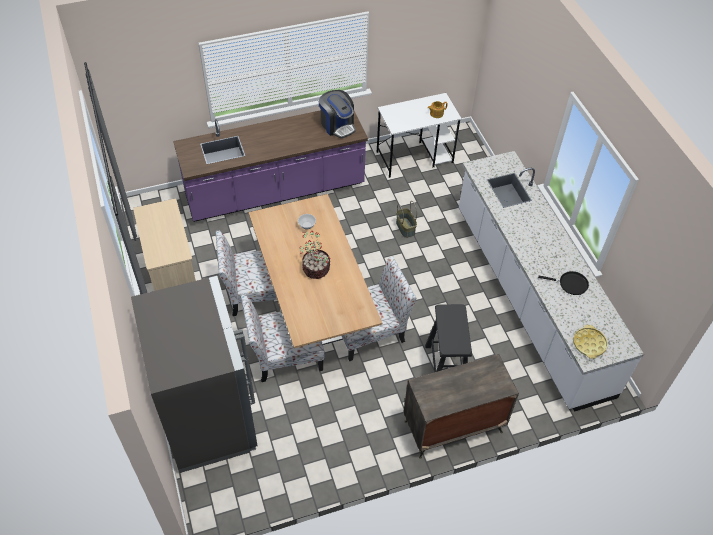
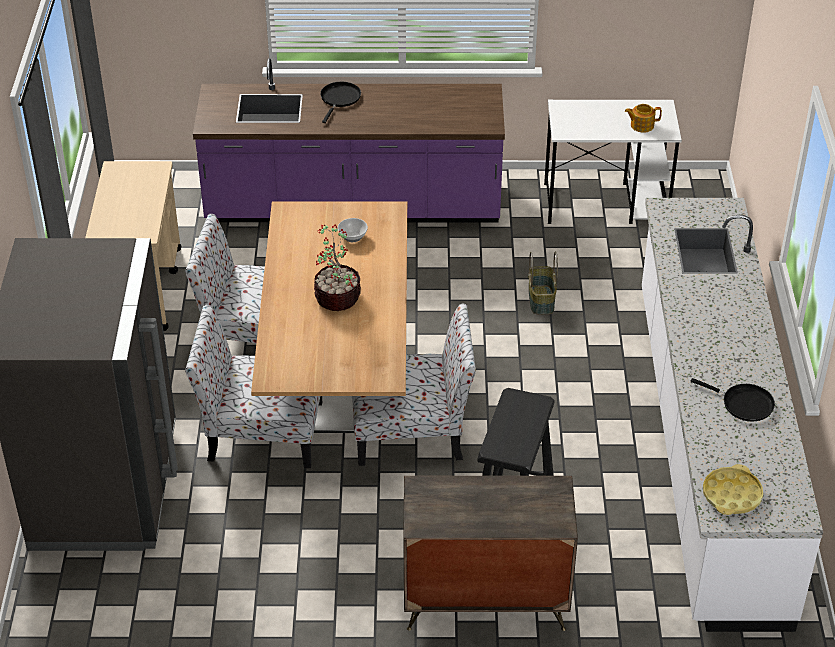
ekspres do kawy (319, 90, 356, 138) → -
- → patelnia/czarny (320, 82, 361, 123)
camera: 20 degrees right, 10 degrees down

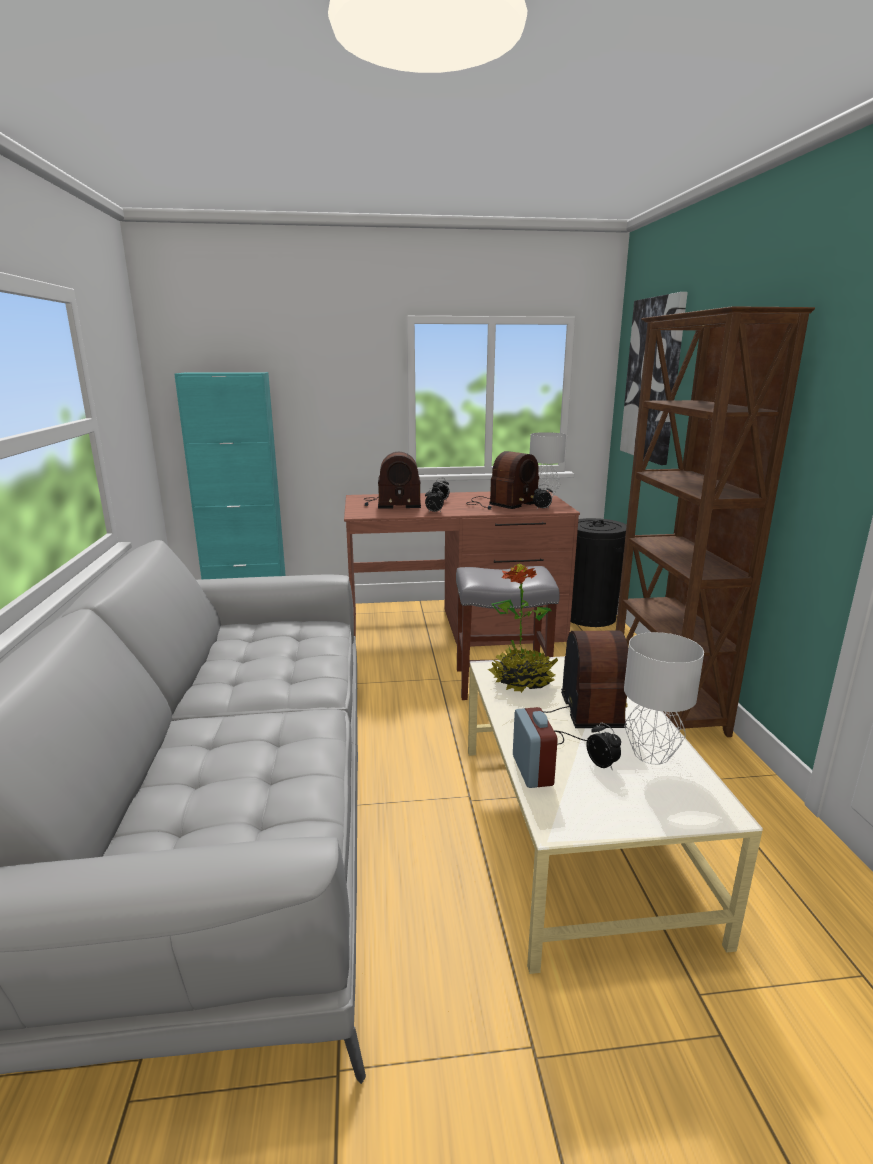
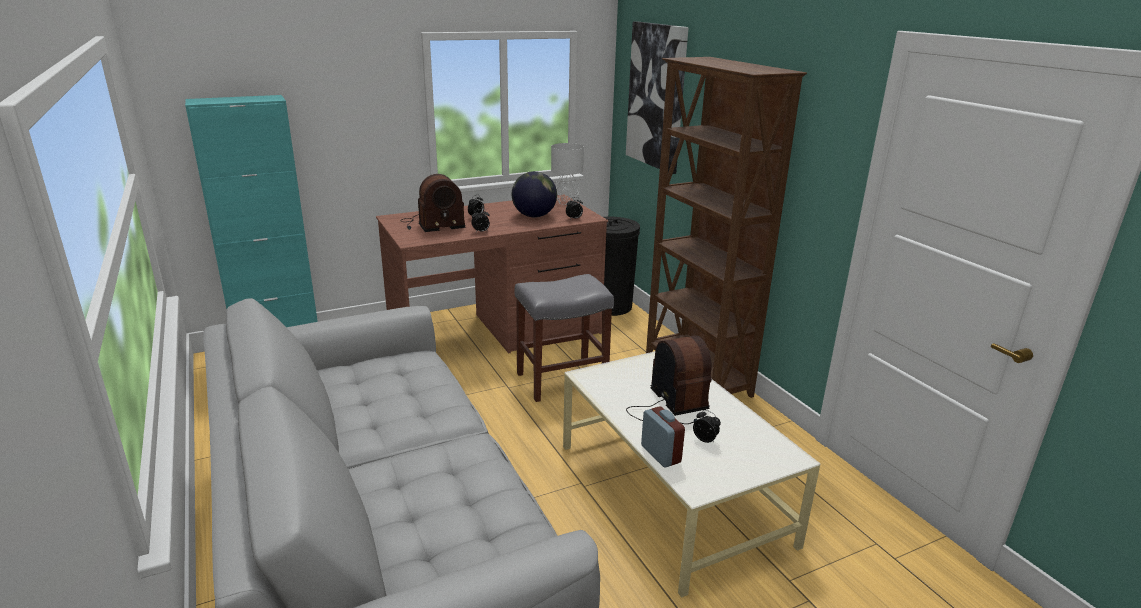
roślina doniczkowa (488, 564, 558, 693) → -
lampa stołowa/szary (624, 632, 704, 765) → -
radio (466, 451, 539, 510) → globus (512, 171, 557, 217)
camera: 20 degrees left, 5 degrees up

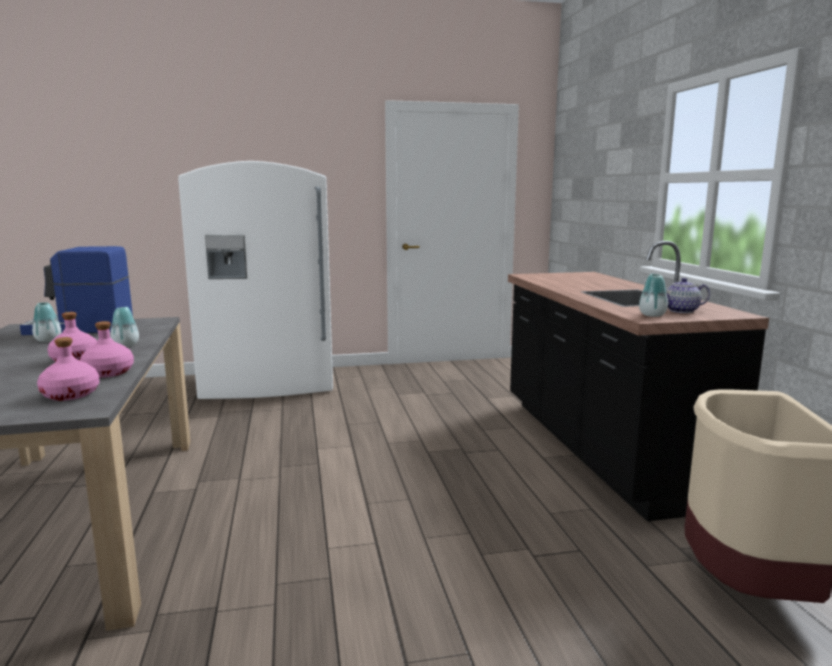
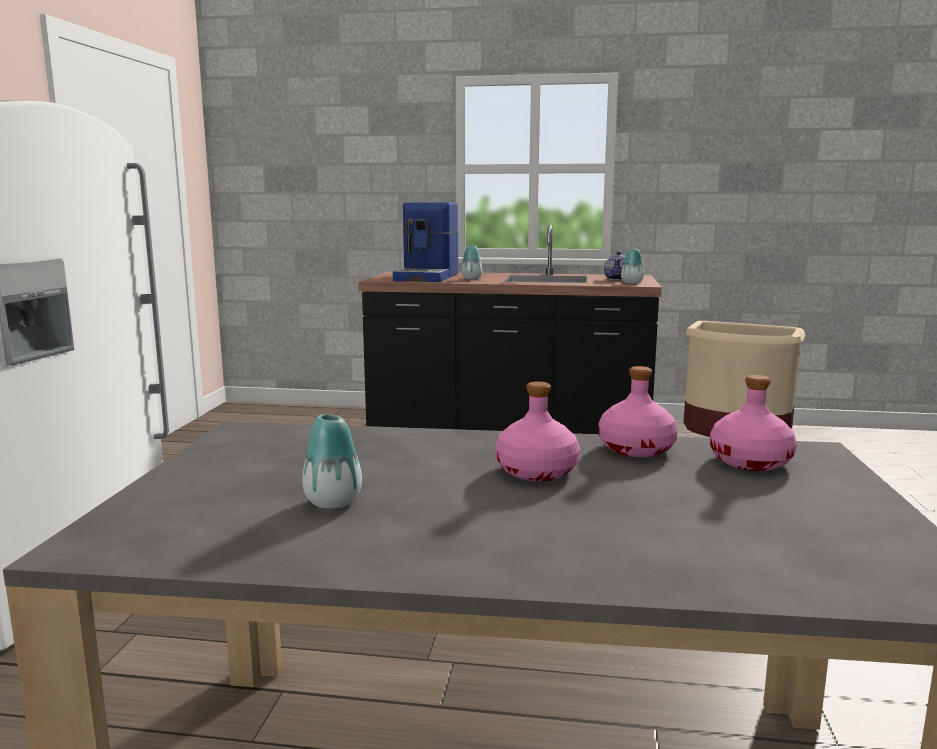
ekspres do kawy (20, 246, 133, 335) → ekspres do kawy (393, 203, 459, 282), shifted
wazon (111, 307, 139, 347) → wazon (461, 246, 482, 279), shifted
camera: 70 degrees left, 0 degrees up

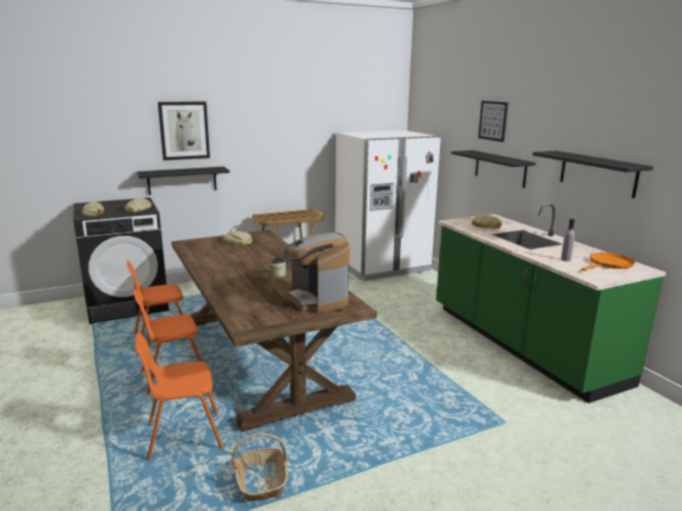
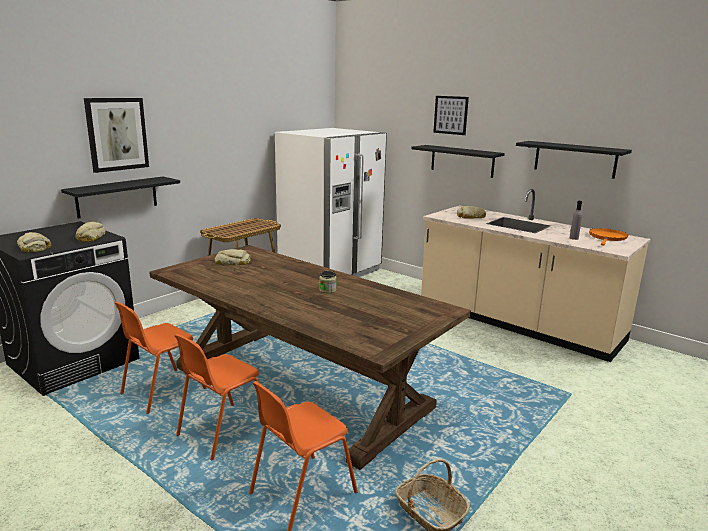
ekspres do kawy (283, 232, 350, 313) → -
zabudowa kuchenna/zielony (436, 203, 666, 403) → zabudowa kuchenna/beżowy (421, 189, 651, 362)
camera: 25 degrees left, 0 degrees up

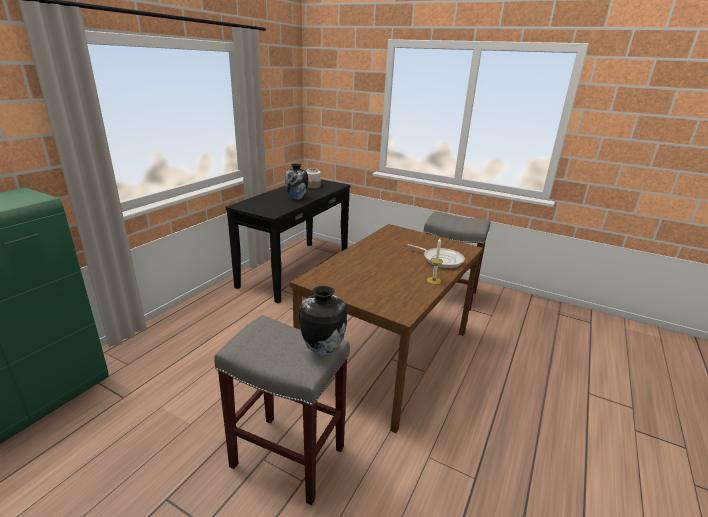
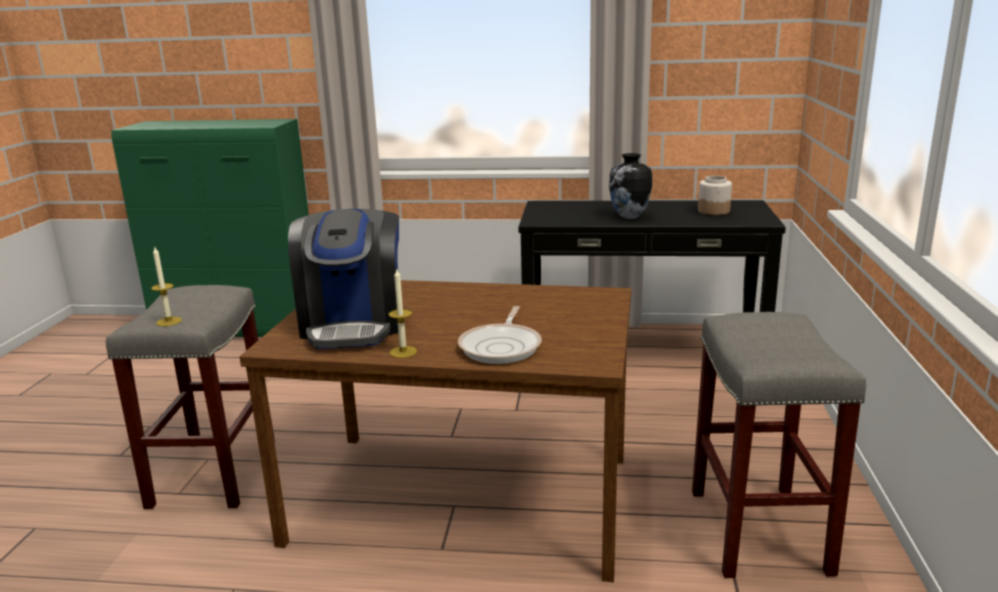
- → ekspres do kawy (288, 209, 399, 349)
wazon (299, 286, 347, 356) → świeca (151, 247, 182, 326)
camera: 70 degrees right, 5 degrees down

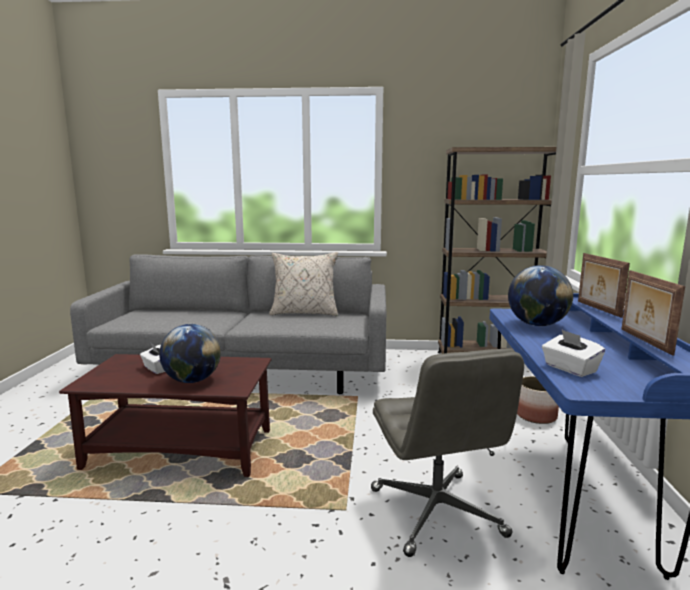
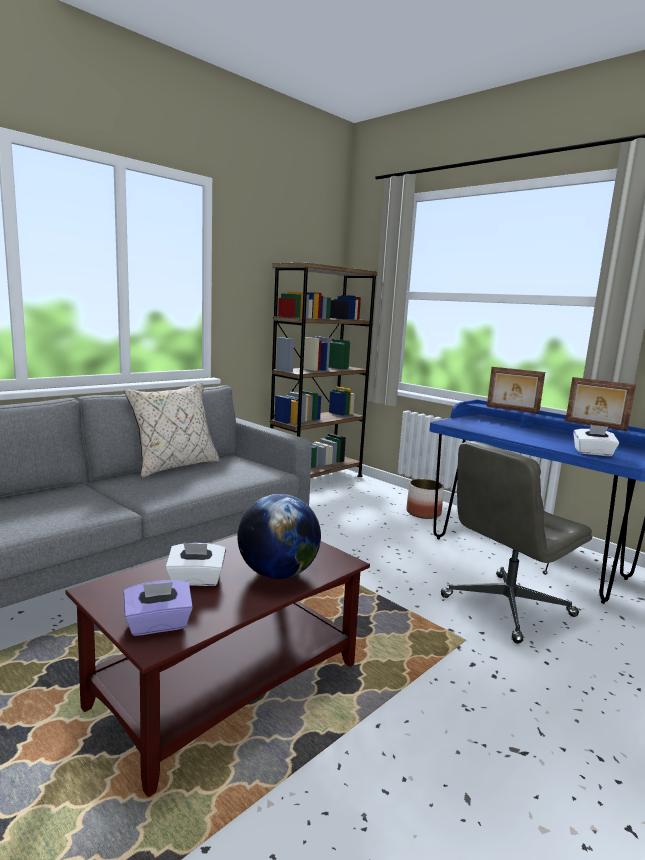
globus (508, 265, 573, 326) → -
- → pudełko chusteczek/fioletowy (124, 580, 193, 636)
krzesło biurowe/szary (371, 349, 524, 557) → krzesło biurowe/szary (441, 441, 592, 644), 120 degrees clockwise
camera: 50 degrees left, 0 degrees up

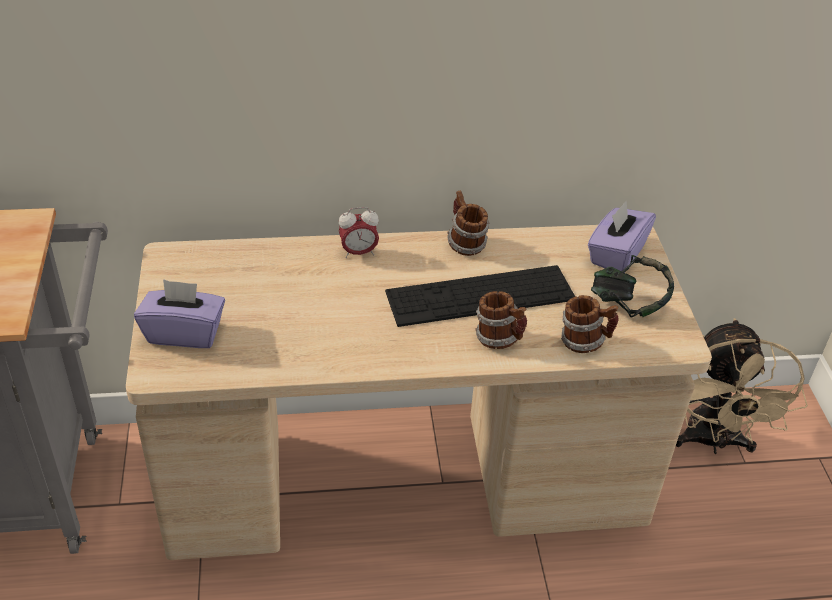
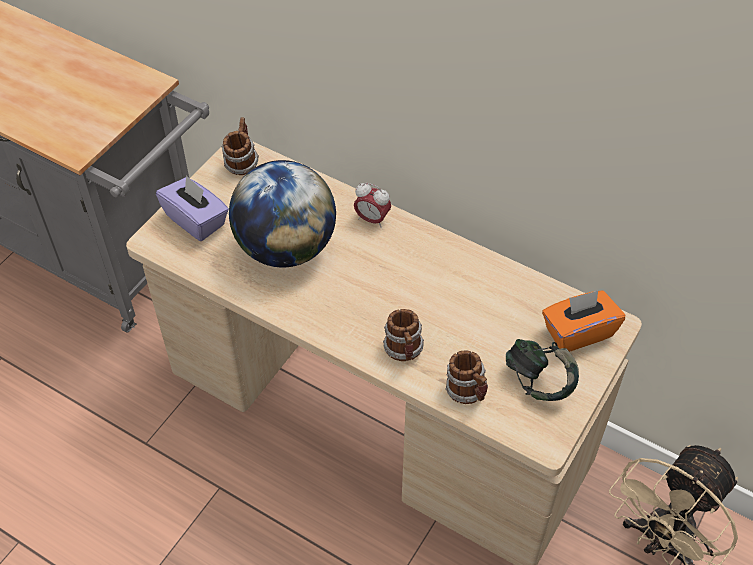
klawiatura (385, 265, 575, 327) → -
- → globus (229, 160, 336, 268)
kubek (447, 191, 490, 256) → kubek (221, 117, 259, 175), shifted
pudełko chusteczek/fioletowy (588, 201, 656, 273) → pudełko chusteczek/pomarańczowy (542, 290, 625, 352)
camera: 40 degrees right, 10 degrees up

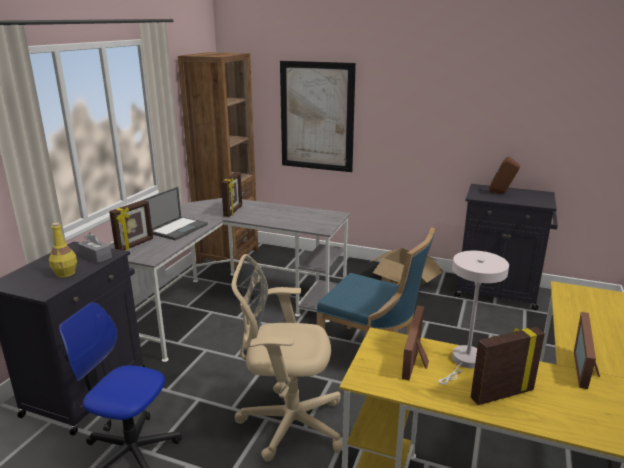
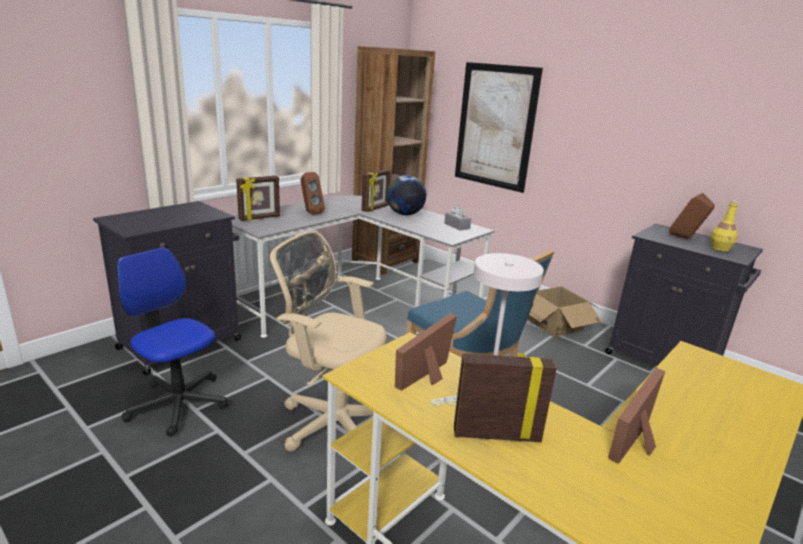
- → globus (387, 175, 426, 215)
butelka/żółty (49, 222, 77, 278) → butelka/żółty (710, 201, 738, 252), shifted
pudełko chusteczek/szary (78, 232, 112, 263) → pudełko chusteczek/szary (444, 205, 471, 231), shifted
laptop (143, 187, 208, 240) → głośnik/brązowy (300, 172, 325, 215)
camera: 20 degrees right, 0 degrees up

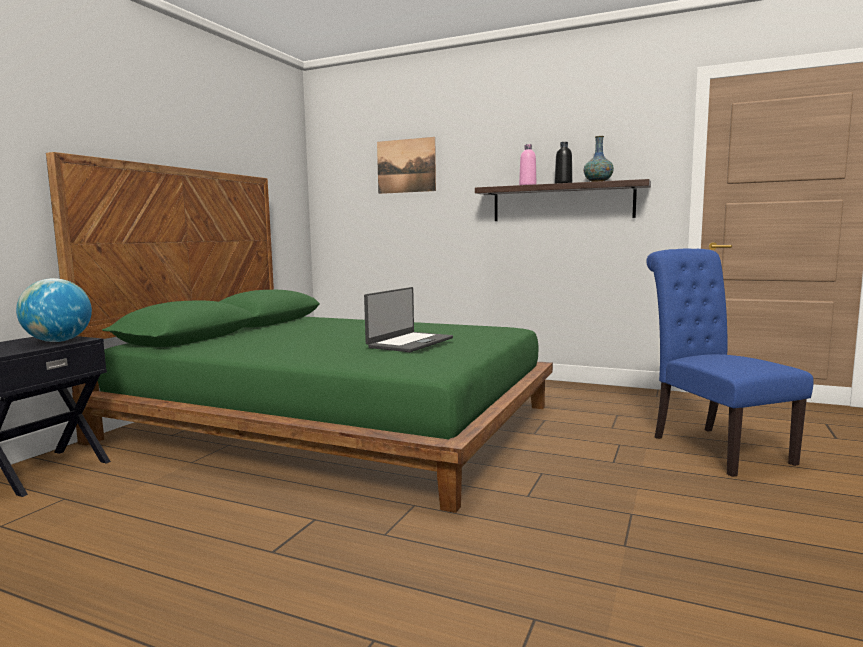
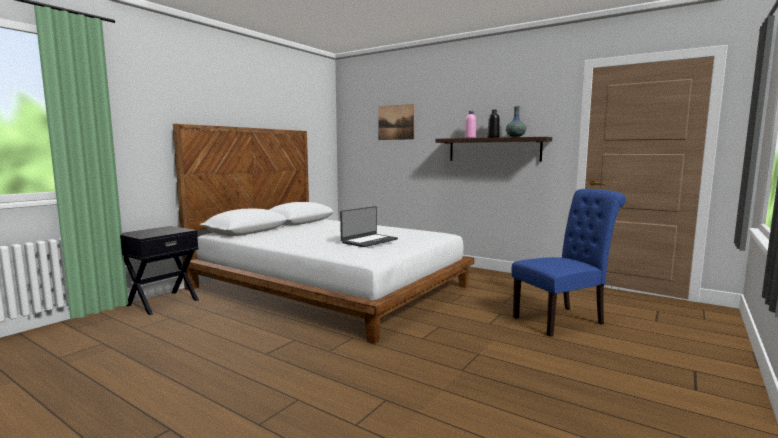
globus (16, 278, 92, 342) → -
łóżko/zielony (46, 152, 553, 513) → łóżko/biały (173, 124, 474, 344)
krzesło/niebieski (646, 249, 814, 477) → krzesło/niebieski (511, 189, 626, 337), 75 degrees clockwise
camera: 10 degrees right, 0 degrees up

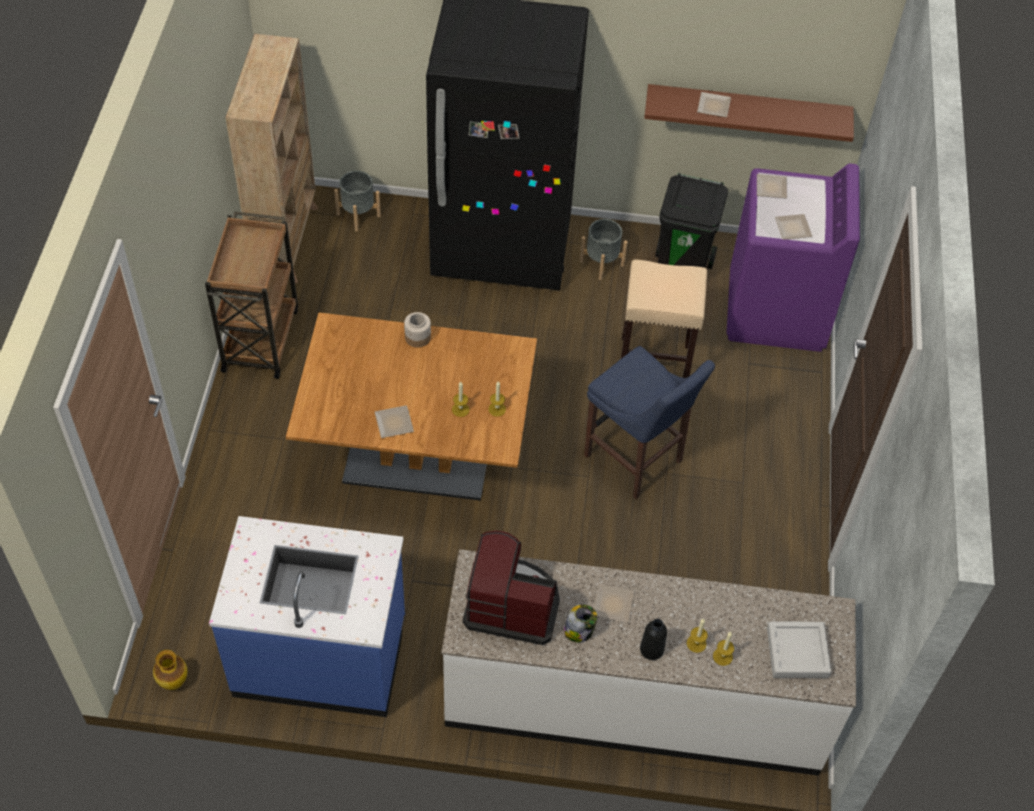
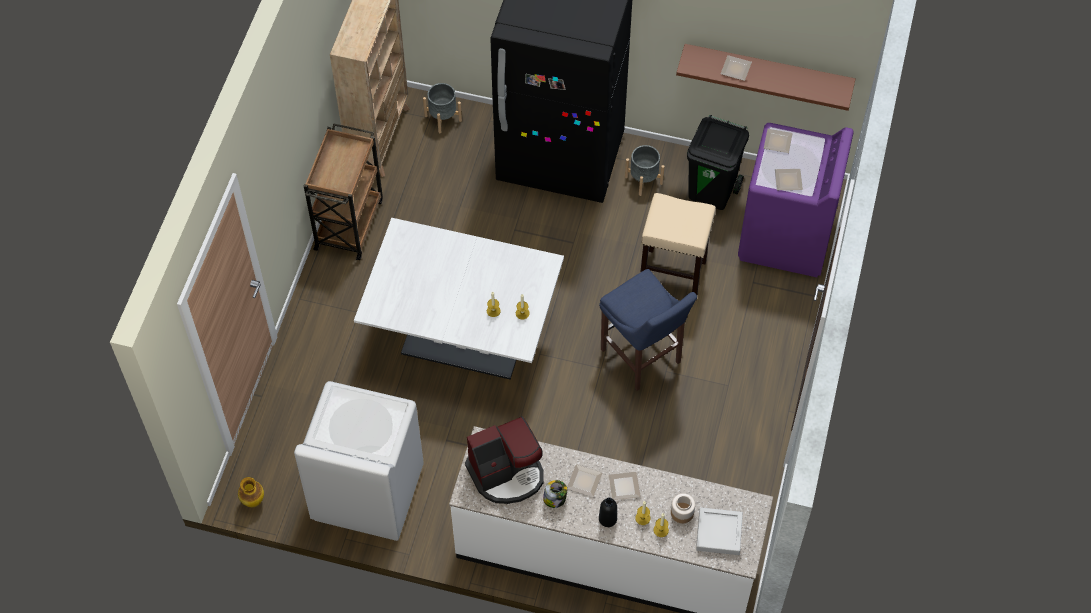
talerz (375, 405, 414, 438) → talerz (609, 472, 641, 500), shifted
słoik (404, 312, 431, 348) → słoik (671, 493, 695, 523), shifted
zabudowa kuchenna/niebieski (209, 516, 405, 717) → pralka/biały (294, 381, 424, 541)
stół jadalny/brązowy (286, 312, 537, 501) → stół jadalny/biały (354, 218, 564, 380)
ekspres do kawy (463, 531, 560, 645) → ekspres do kawy (465, 416, 544, 504), 135 degrees clockwise
camera: 10 degrees right, 5 degrees up

